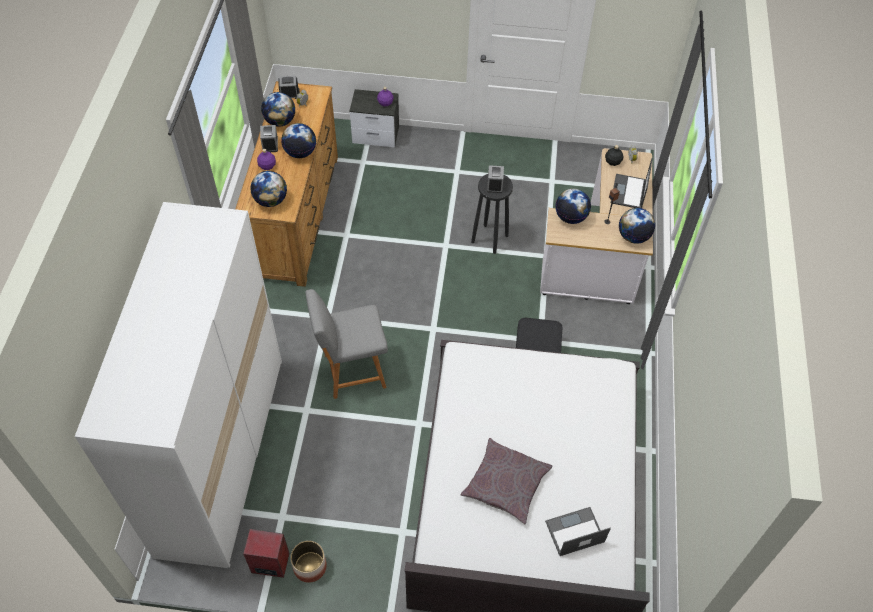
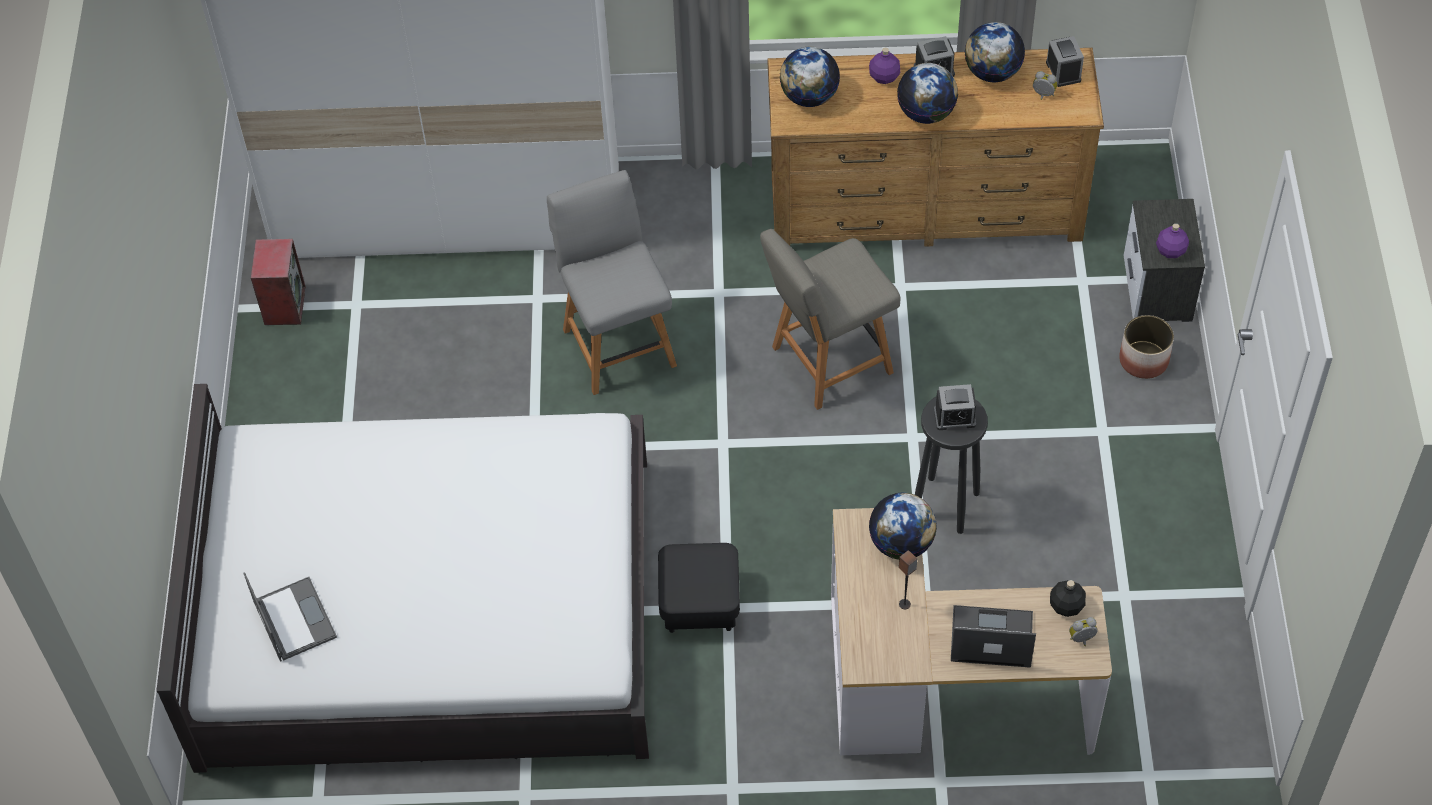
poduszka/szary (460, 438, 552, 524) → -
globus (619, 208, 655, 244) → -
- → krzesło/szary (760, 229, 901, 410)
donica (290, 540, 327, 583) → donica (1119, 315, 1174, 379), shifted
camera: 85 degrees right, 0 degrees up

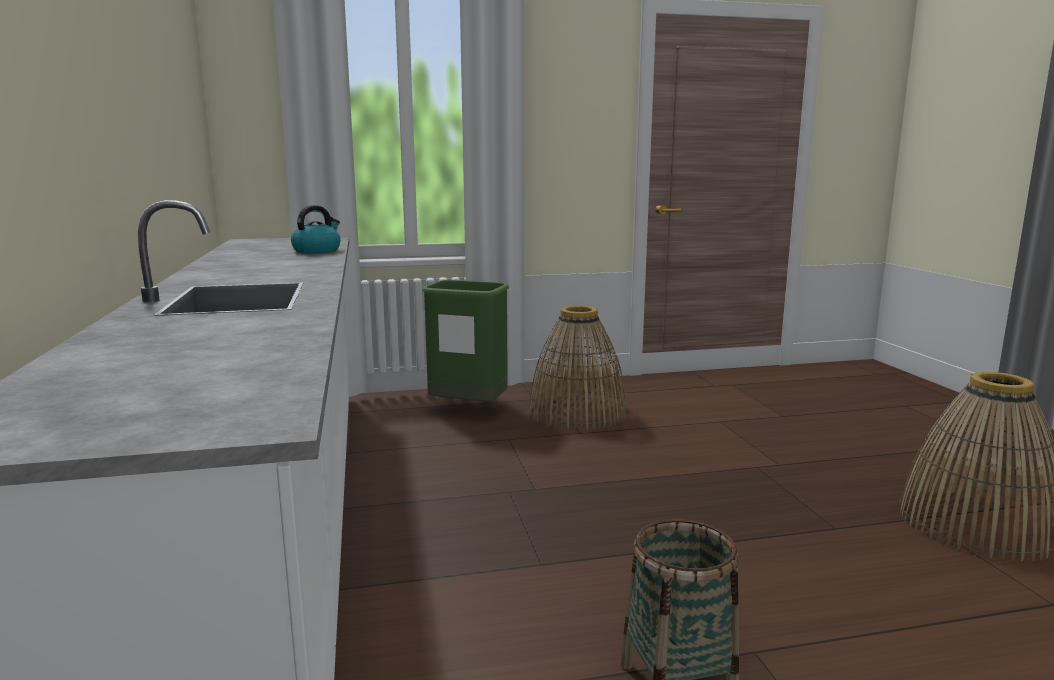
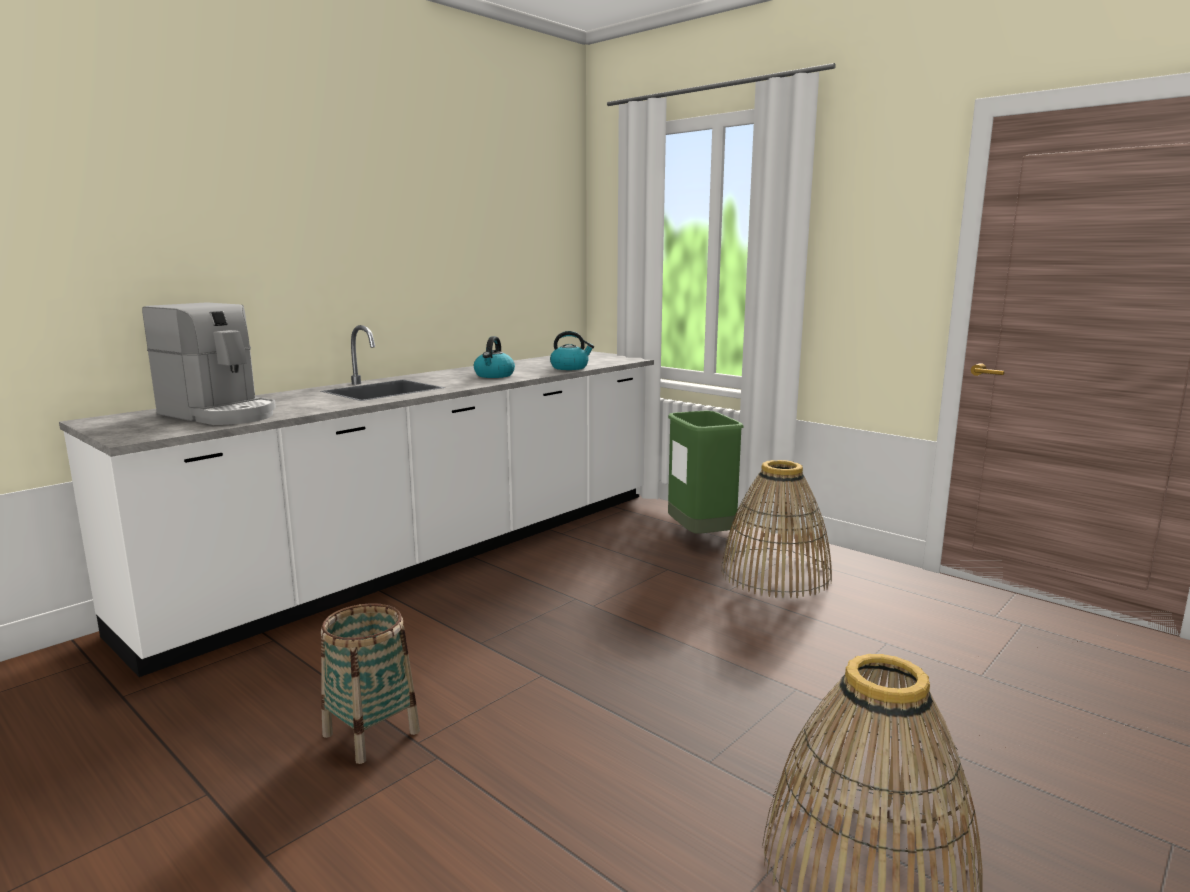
- → ekspres do kawy (142, 302, 276, 425)
- → czajnik (474, 336, 515, 378)
camera: 55 degrees right, 0 degrees up

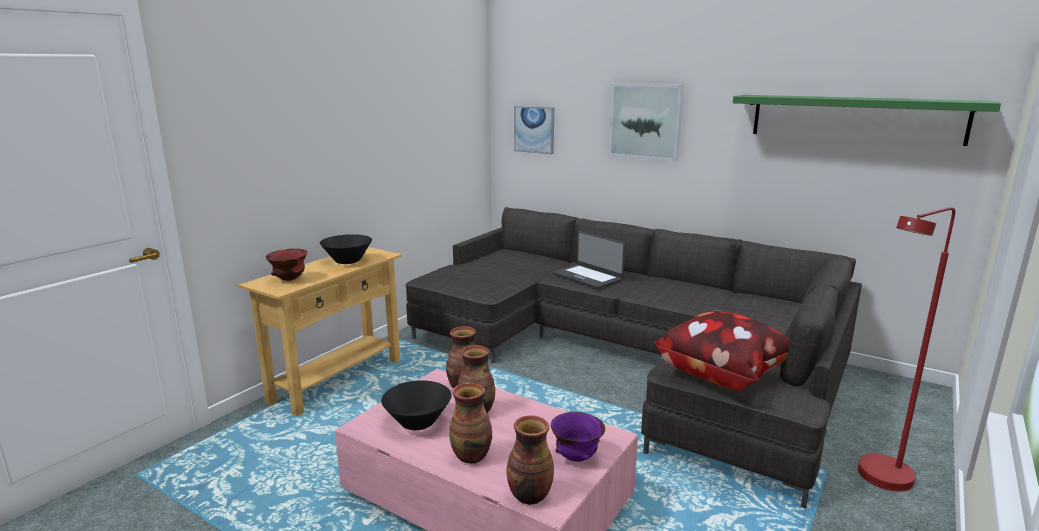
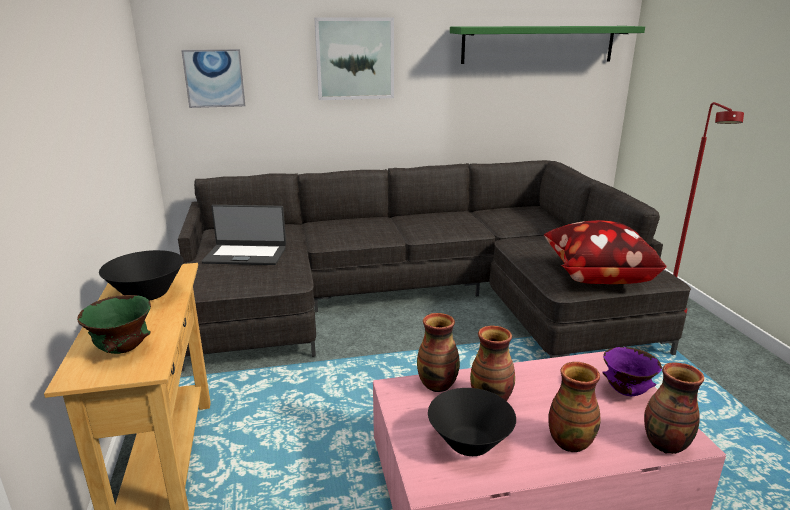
laptop (553, 231, 625, 289) → laptop (202, 205, 286, 265), shifted
miska/czerwony (266, 249, 308, 281) → miska/zielony (77, 295, 151, 354)
camera: 45 degrees left, 5 degrees up

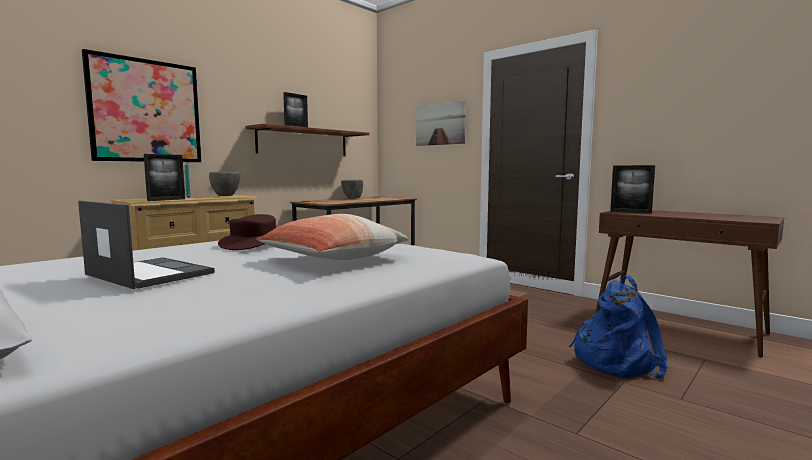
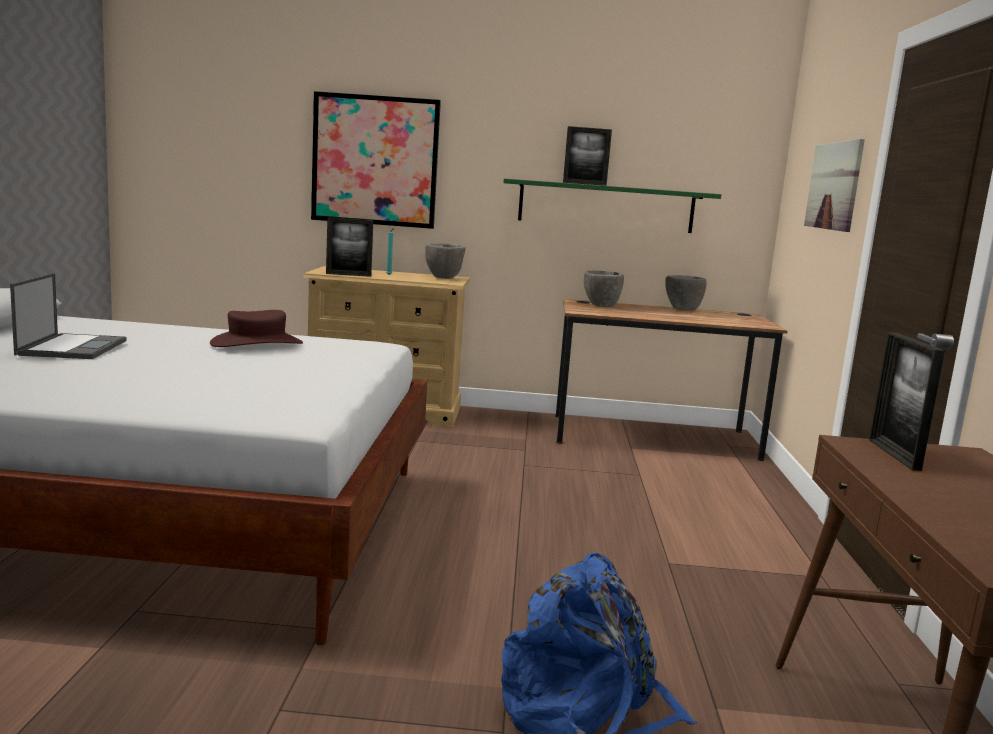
poduszka (256, 214, 409, 260) → -
- → miska/szary (584, 271, 624, 307)
półka/brązowy (245, 124, 369, 156) → półka/zielony (503, 179, 721, 233)
camera: 50 degrees right, 5 degrees up

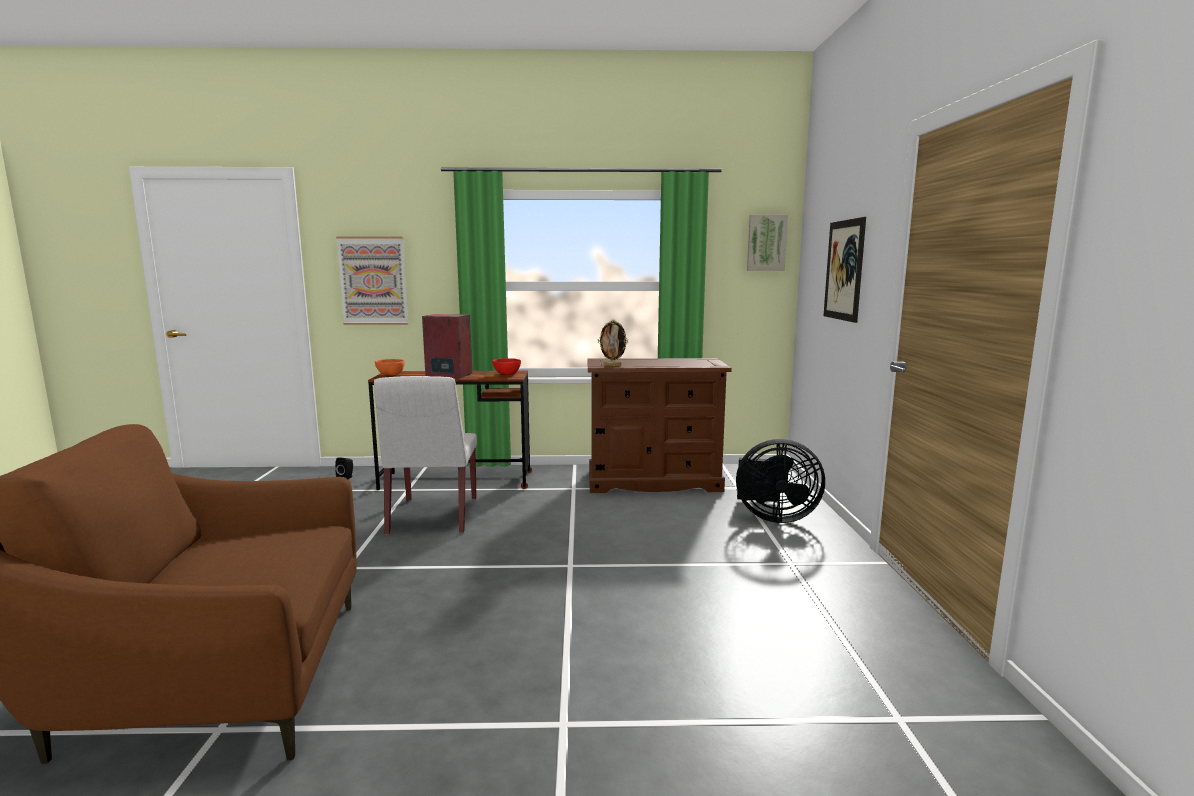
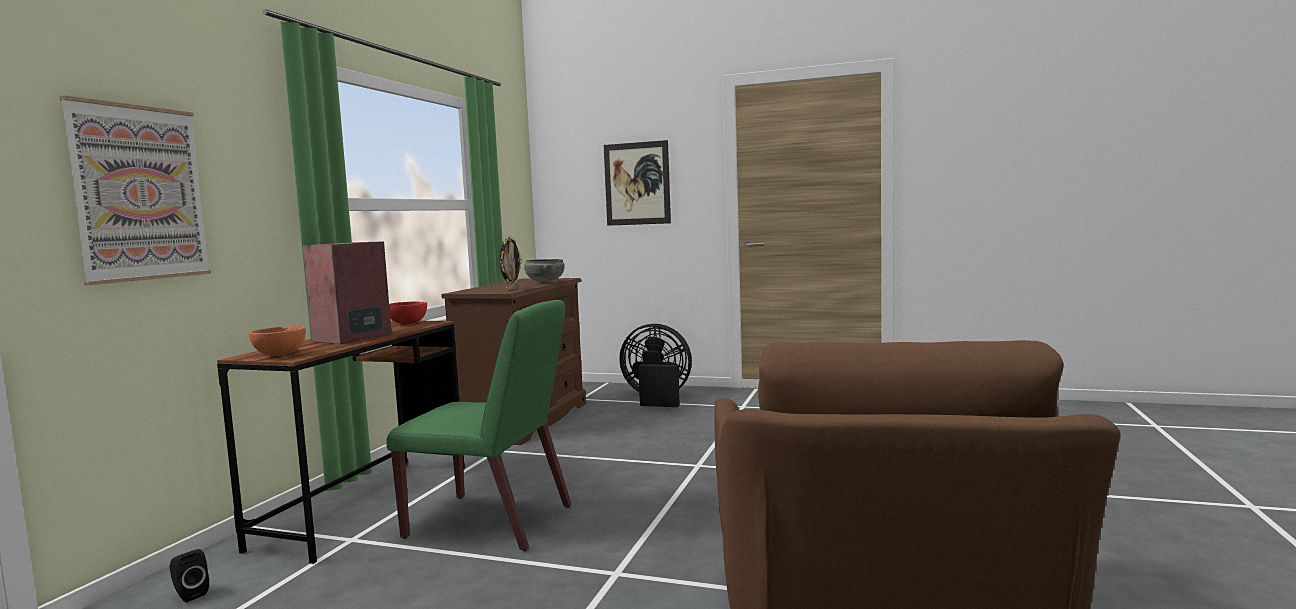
obraz (747, 215, 788, 271) → -
- → miska/szary (524, 259, 564, 284)
krzesło/biały (374, 376, 477, 535) → krzesło/zielony (386, 300, 572, 551)
wentylator/czarny (736, 439, 825, 523) → wentylator/czarny (619, 324, 692, 407), 105 degrees counterclockwise
camera: 70 degrees left, 5 degrees down

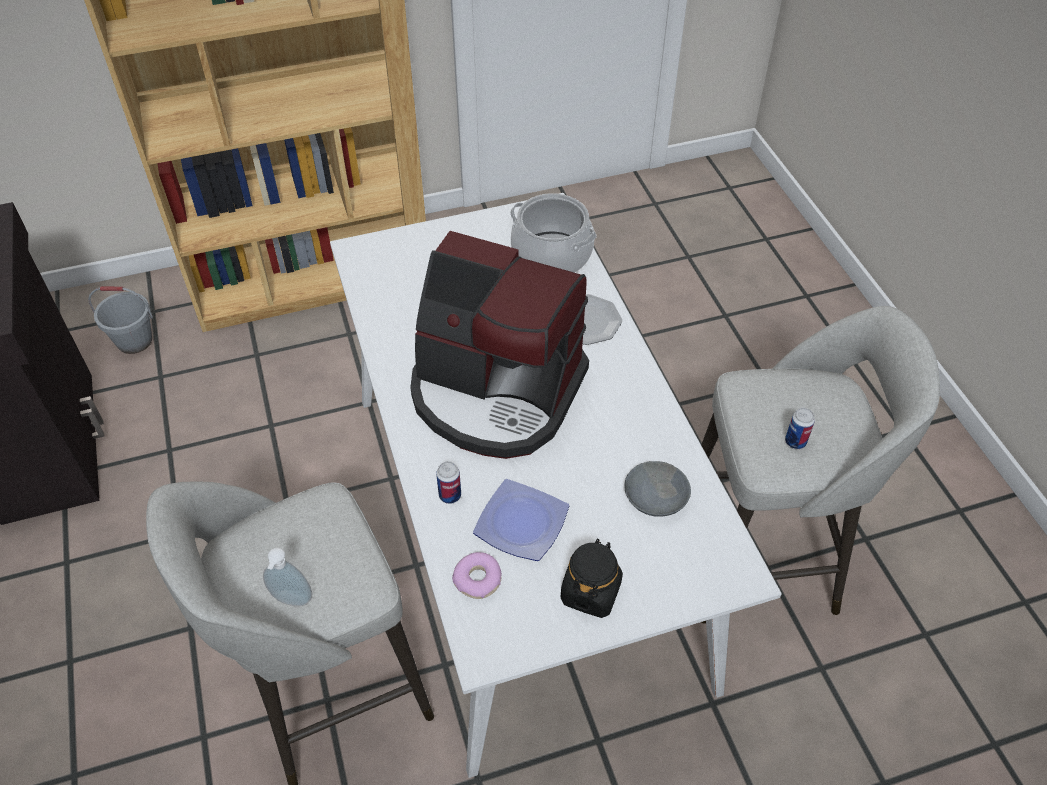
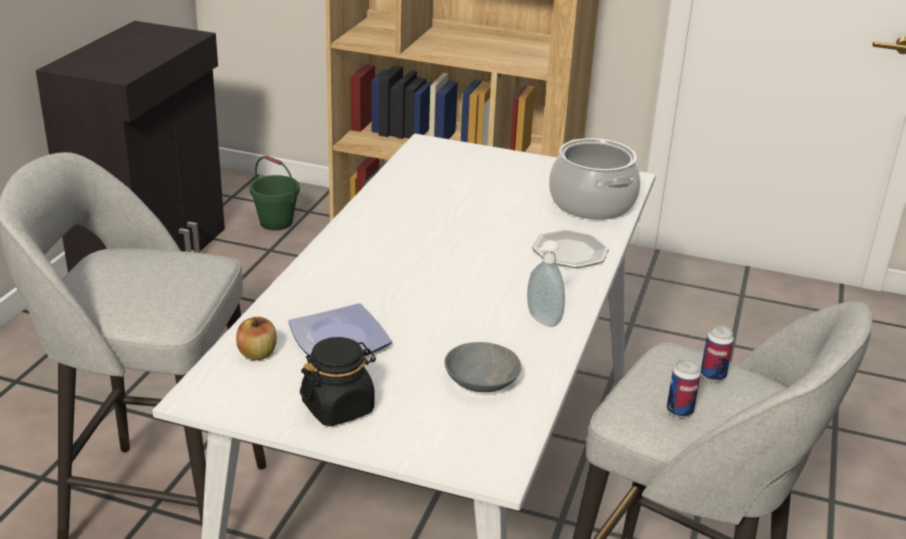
ekspres do kawy (410, 231, 589, 459) → -
dozownik mydła (263, 547, 312, 606) → dozownik mydła (527, 240, 565, 327), shifted
puszka (436, 461, 461, 504) → puszka (701, 326, 734, 381), shifted
donut (452, 552, 502, 599) → jabłko (236, 317, 277, 360)
wiadro/szary (88, 286, 153, 354) → wiadro/zielony (250, 156, 300, 230)
camera: 35 degrees right, 20 degrees down

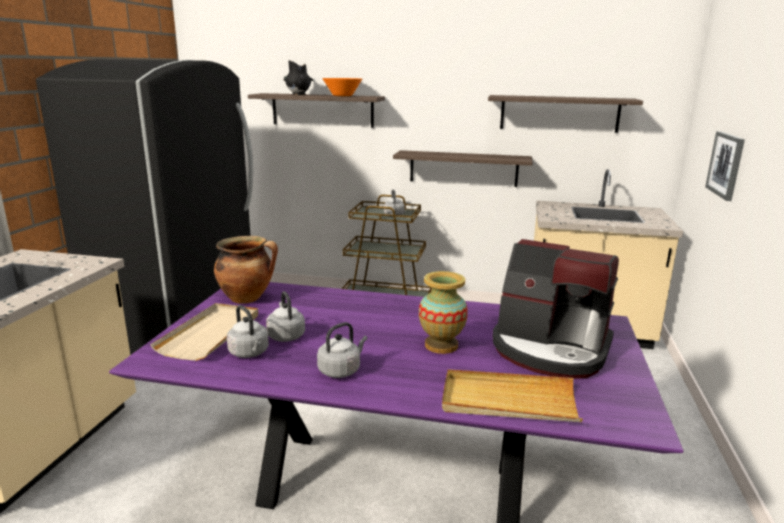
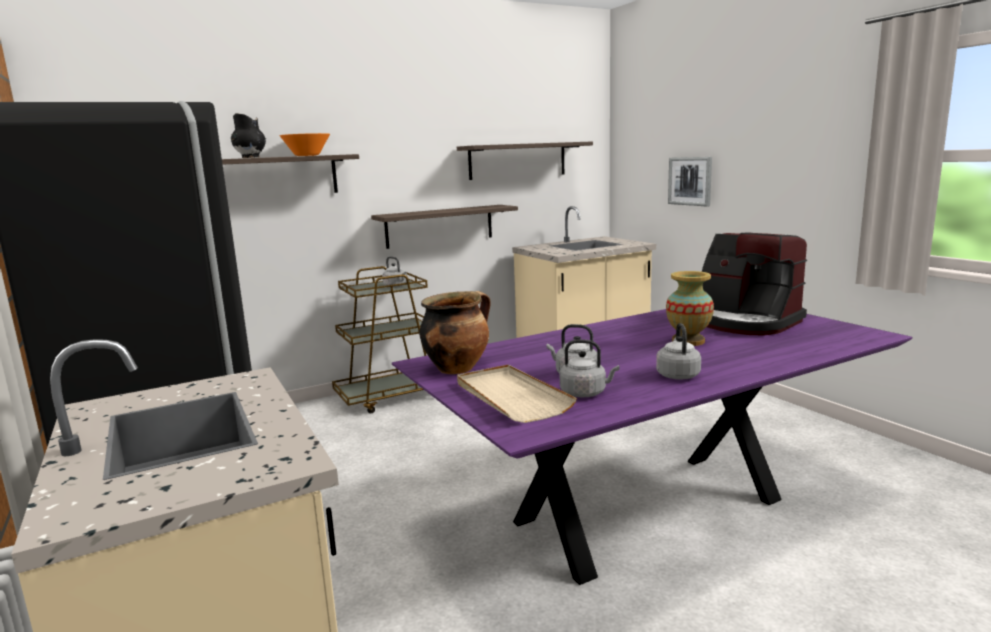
taca/beżowy (442, 369, 583, 422) → -
ekspres do kawy (492, 239, 619, 379) → ekspres do kawy (702, 233, 807, 336), 60 degrees clockwise
camera: 40 degrees left, 5 degrees down

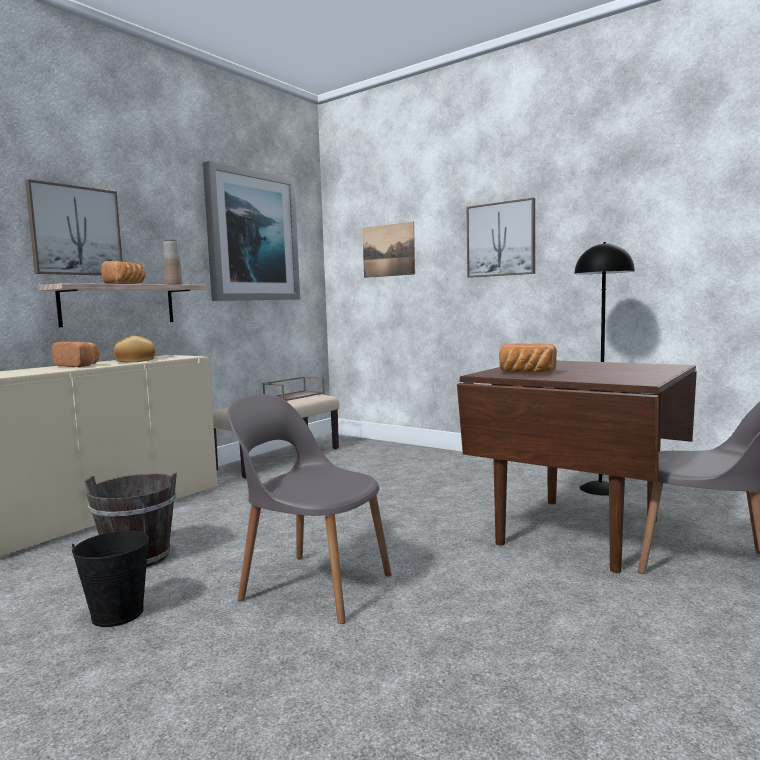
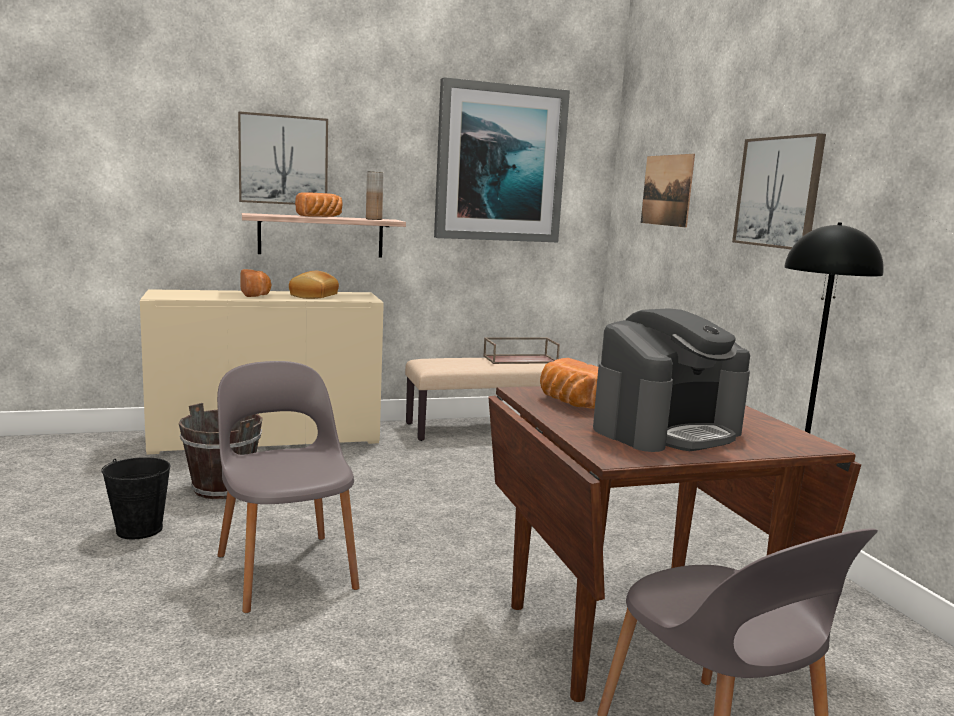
- → ekspres do kawy (593, 308, 750, 452)
camera: 35 degrees right, 5 degrees up

